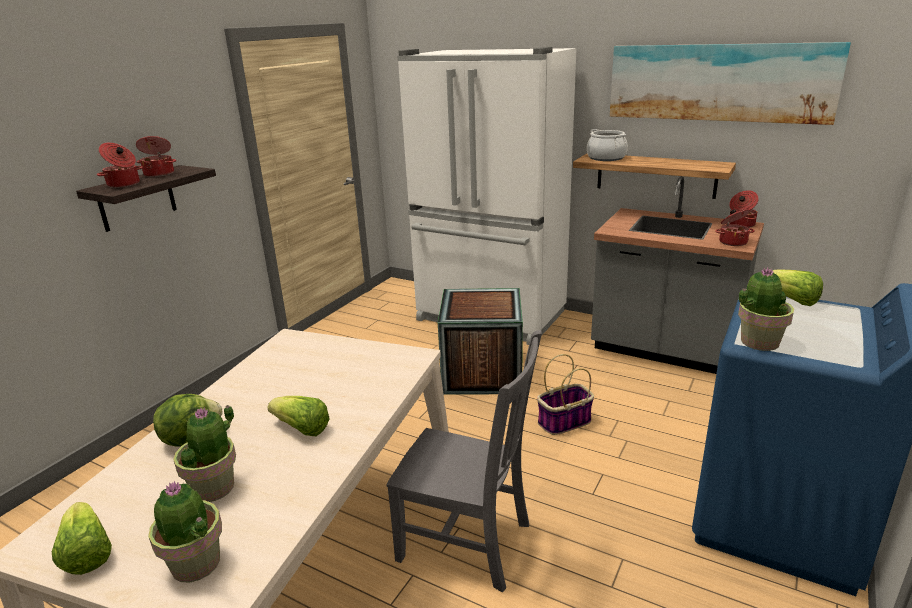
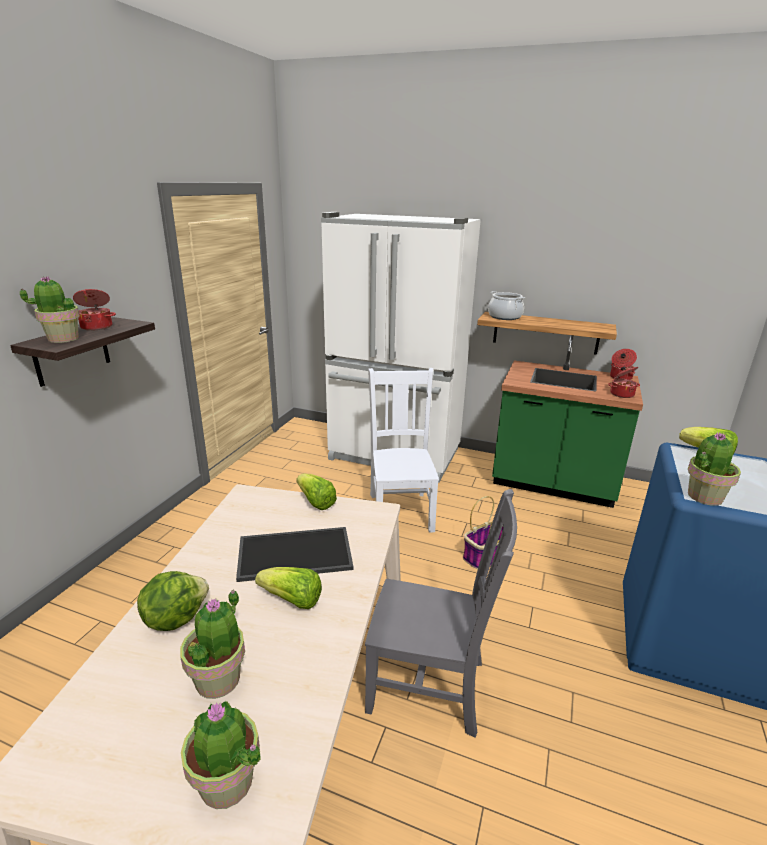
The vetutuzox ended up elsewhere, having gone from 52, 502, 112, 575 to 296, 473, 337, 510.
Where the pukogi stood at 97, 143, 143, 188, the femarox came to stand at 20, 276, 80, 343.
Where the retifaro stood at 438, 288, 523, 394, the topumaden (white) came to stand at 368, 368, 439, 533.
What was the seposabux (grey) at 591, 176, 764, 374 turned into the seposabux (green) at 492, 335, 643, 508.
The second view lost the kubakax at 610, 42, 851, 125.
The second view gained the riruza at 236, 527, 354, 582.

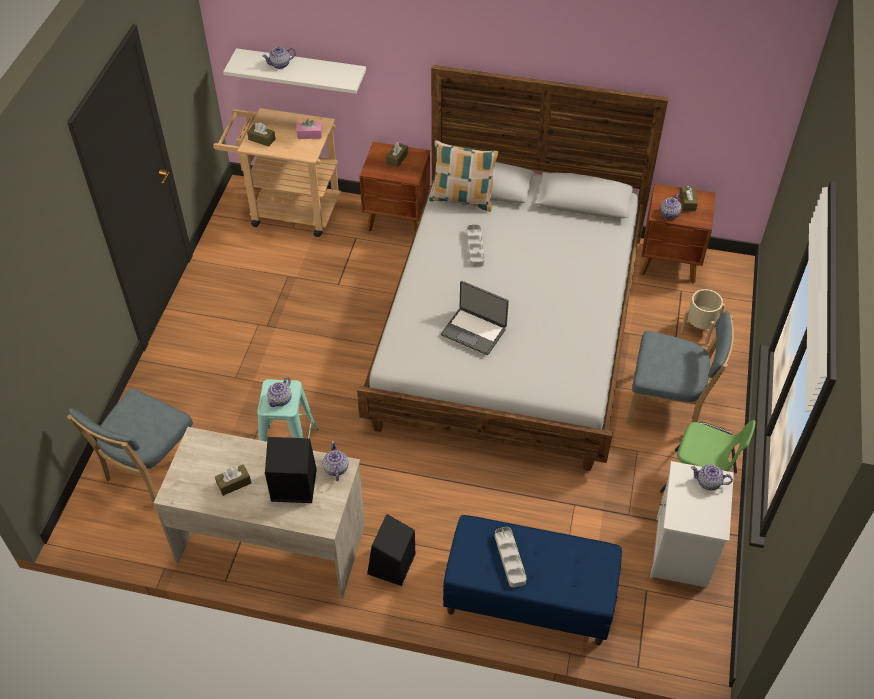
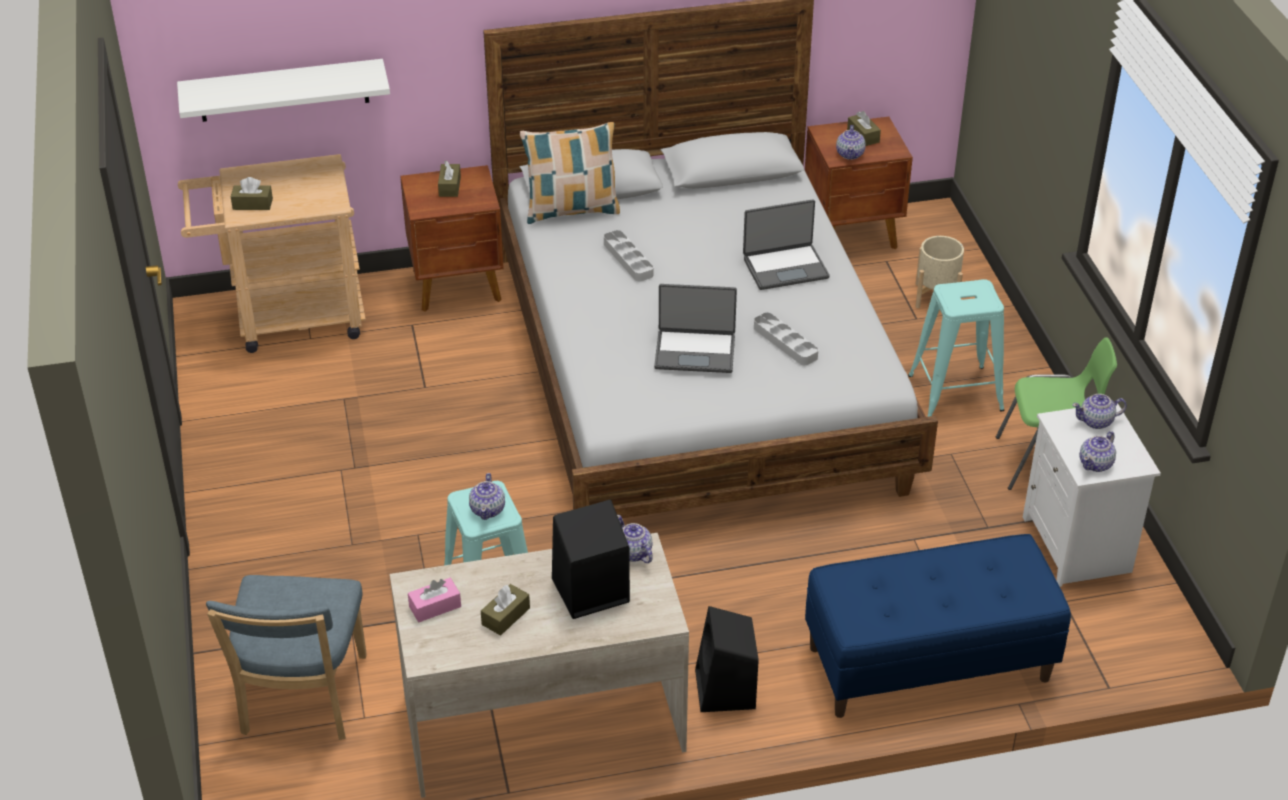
The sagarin ended up elsewhere, having gone from 262, 47, 296, 69 to 1079, 431, 1116, 472.
The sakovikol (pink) ended up elsewhere, having gone from 297, 119, 322, 139 to 408, 578, 461, 622.
The riruza (grey) ended up elsewhere, having gone from 495, 527, 527, 587 to 754, 312, 818, 365.
Where the topumaden (blue) stood at 626, 311, 734, 424, the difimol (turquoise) came to stand at 908, 279, 1004, 417.
The second view gained the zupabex at 743, 199, 830, 290.

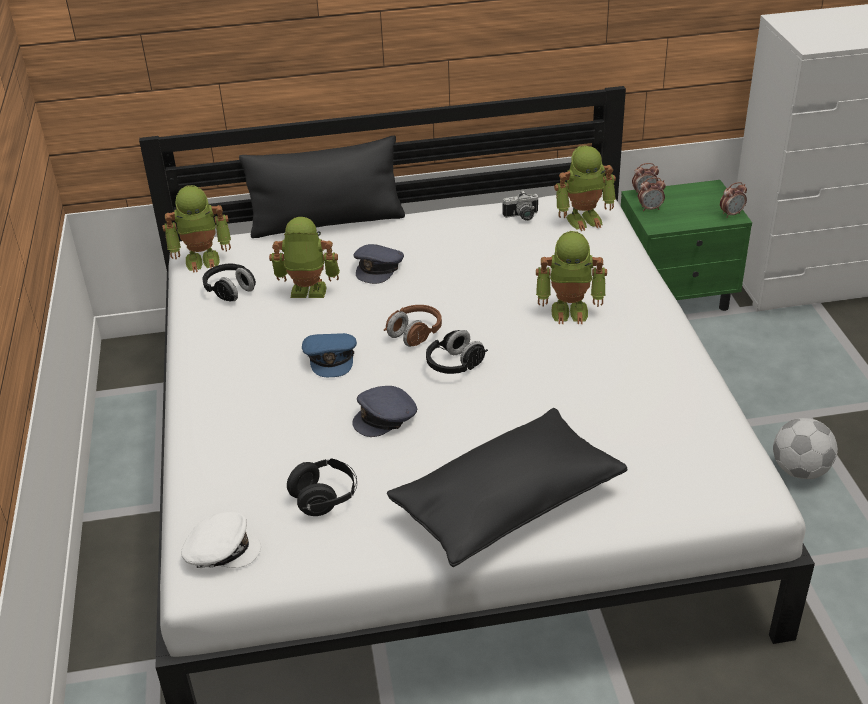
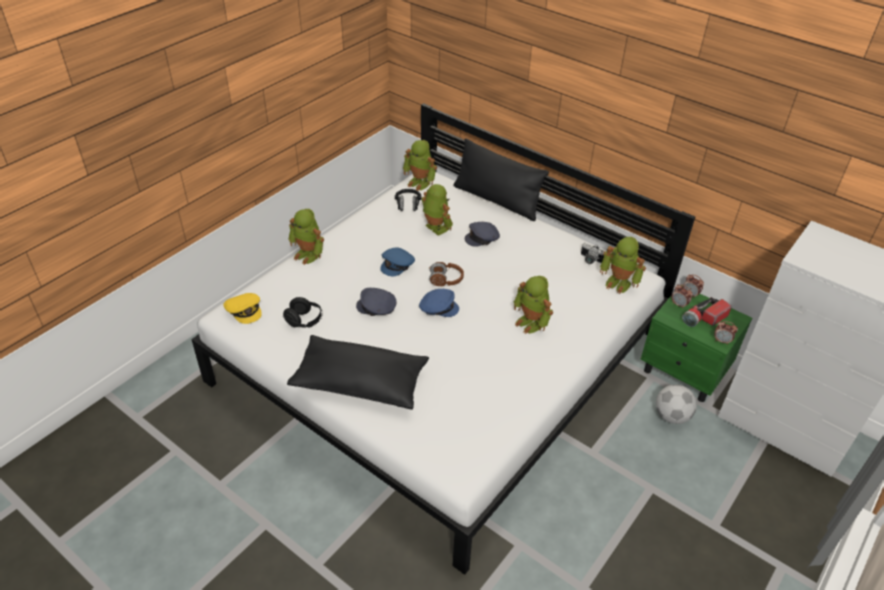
What was the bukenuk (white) at 181, 512, 261, 568 turned into the bukenuk (yellow) at 223, 293, 262, 324.
Where the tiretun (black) stood at 426, 330, 488, 374, the bukenuk (blue) came to stand at 419, 289, 459, 317.
The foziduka ended up elsewhere, having gone from 773, 418, 838, 479 to 656, 384, 697, 424.
The second view gained the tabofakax at 288, 209, 324, 265.
The second view gained the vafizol at 682, 297, 732, 327.

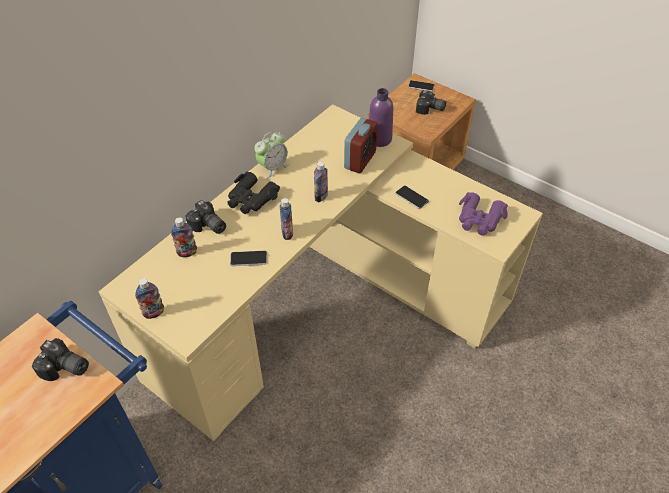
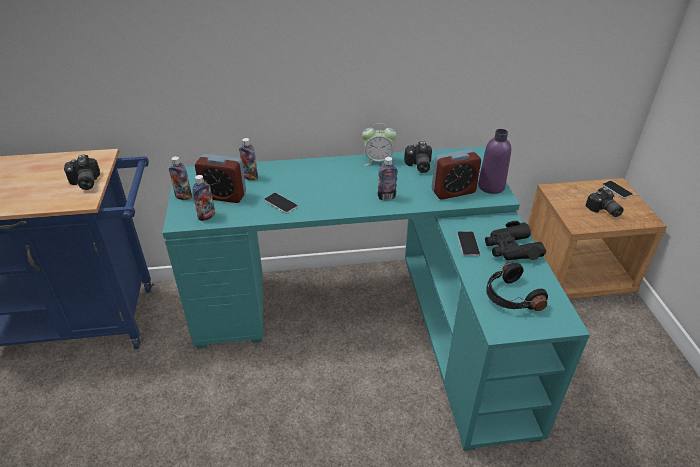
What was the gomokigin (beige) at 99, 104, 543, 441 turned into the gomokigin (turquoise) at 162, 146, 590, 451.
The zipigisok ended up elsewhere, having gone from 185, 200, 226, 234 to 404, 141, 432, 173.
The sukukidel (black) ended up elsewhere, having gone from 227, 171, 280, 214 to 485, 221, 546, 260.
The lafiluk ended up elsewhere, having gone from 280, 198, 293, 240 to 192, 175, 215, 221.
Where the sukukidel (purple) stood at 459, 192, 508, 236, the tiretun (black) came to stand at 486, 262, 548, 311.
The second view gained the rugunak at 195, 154, 246, 203.

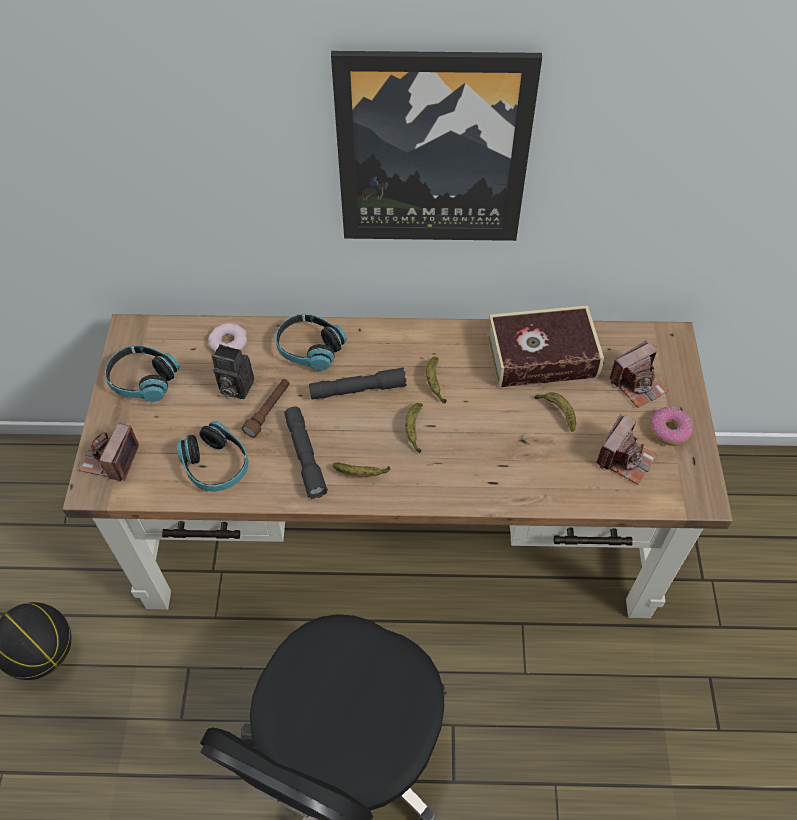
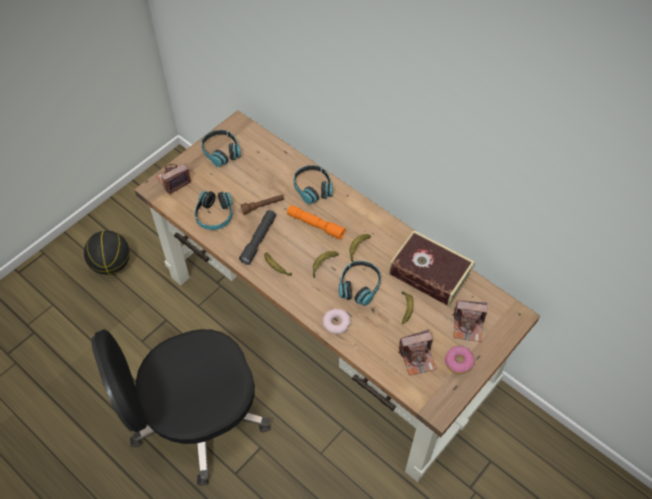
The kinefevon ended up elsewhere, having gone from 208, 323, 247, 352 to 322, 309, 351, 334.
The second view lost the zipigisok at 212, 344, 254, 399.
What was the vafizol (grey) at 309, 367, 407, 400 turned into the vafizol (orange) at 287, 205, 346, 240.
The second view lost the kubakax at 331, 51, 542, 241.
The second view gained the tiretun at 339, 261, 381, 306.

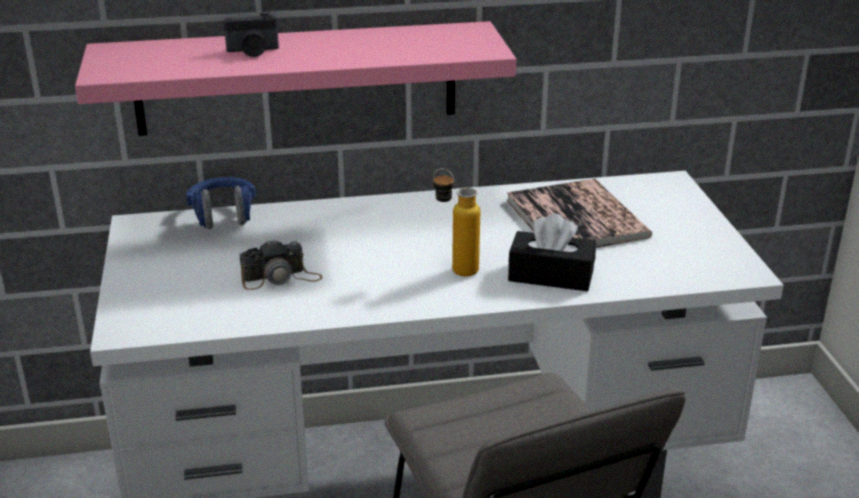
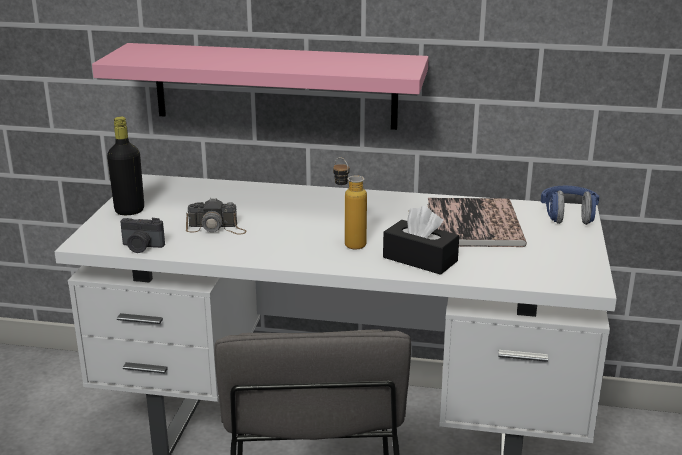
The tiretun (blue) ended up elsewhere, having gone from 186, 177, 256, 229 to 541, 186, 599, 225.
The zipigisok ended up elsewhere, having gone from 224, 13, 279, 57 to 120, 218, 165, 253.
The second view gained the lafiluk (black) at 107, 117, 144, 215.

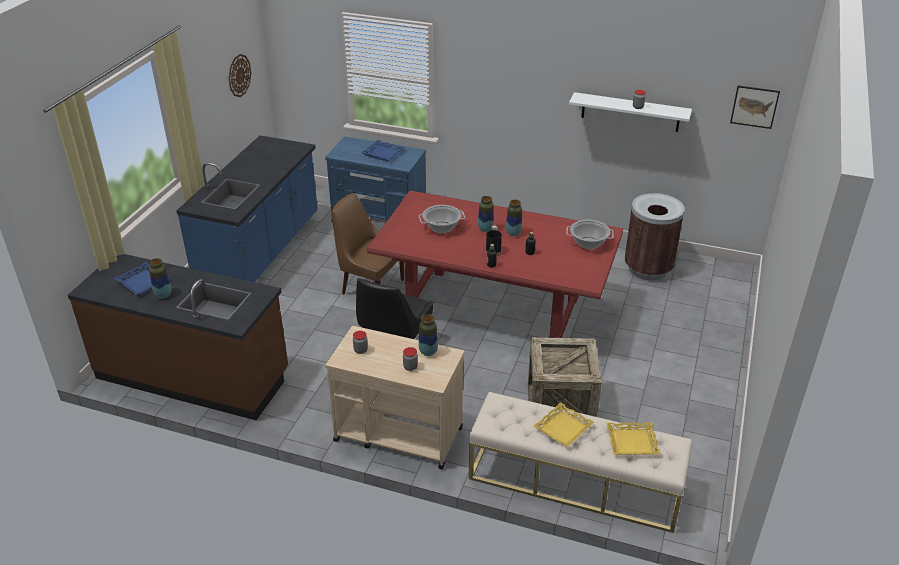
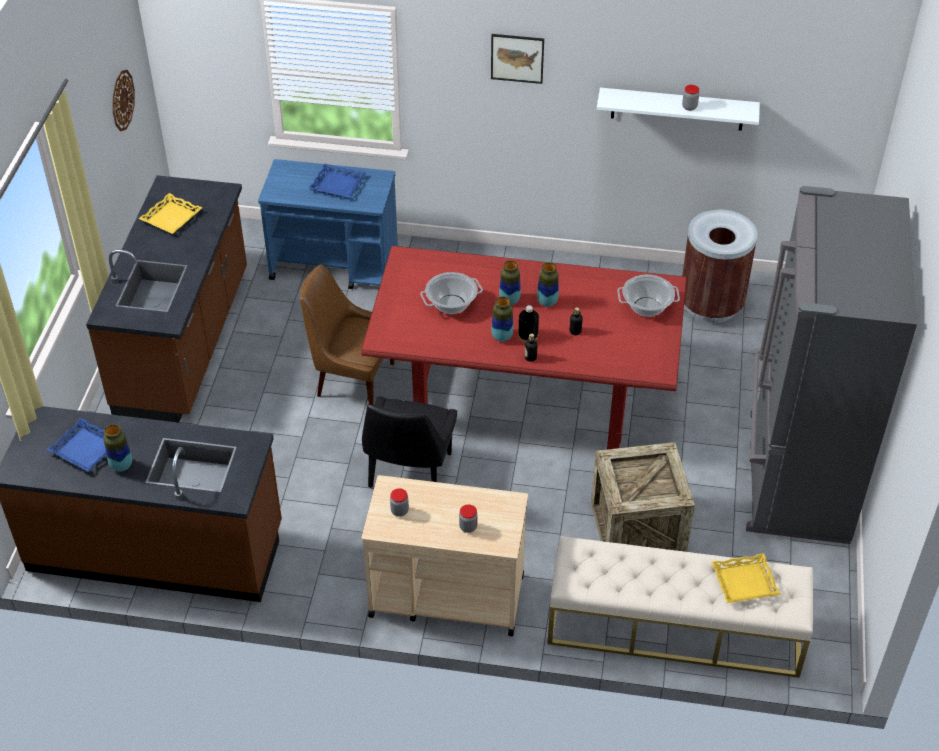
What was the seposabux (blue) at 176, 135, 318, 282 turned into the seposabux (brown) at 86, 175, 247, 423.
The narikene ended up elsewhere, having gone from 419, 314, 438, 356 to 491, 297, 513, 342.
The riruza (yellow) ended up elsewhere, having gone from 533, 402, 594, 447 to 139, 193, 202, 234.
The kubakax ended up elsewhere, having gone from 730, 85, 780, 129 to 491, 34, 544, 84.
The second view gained the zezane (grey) at 746, 186, 917, 544.

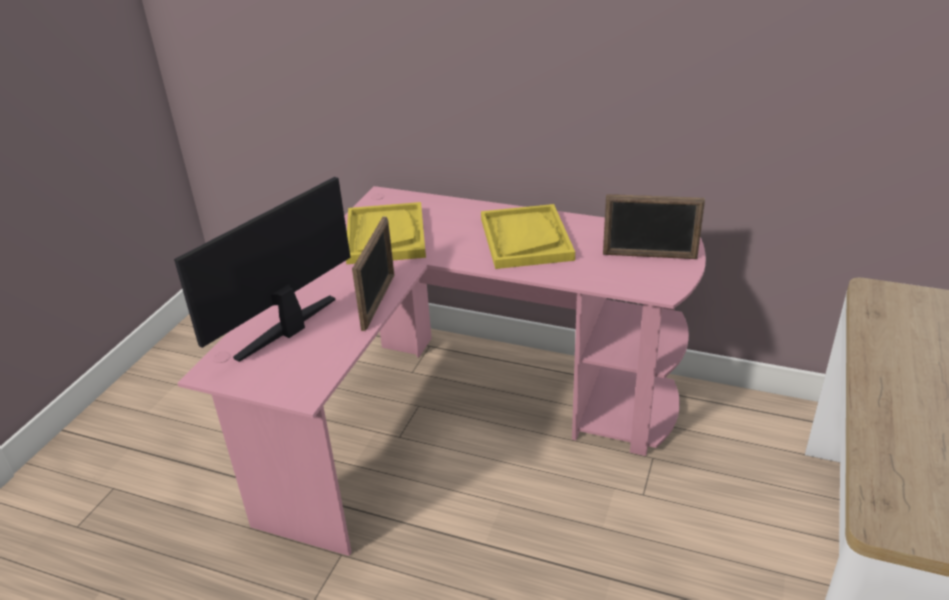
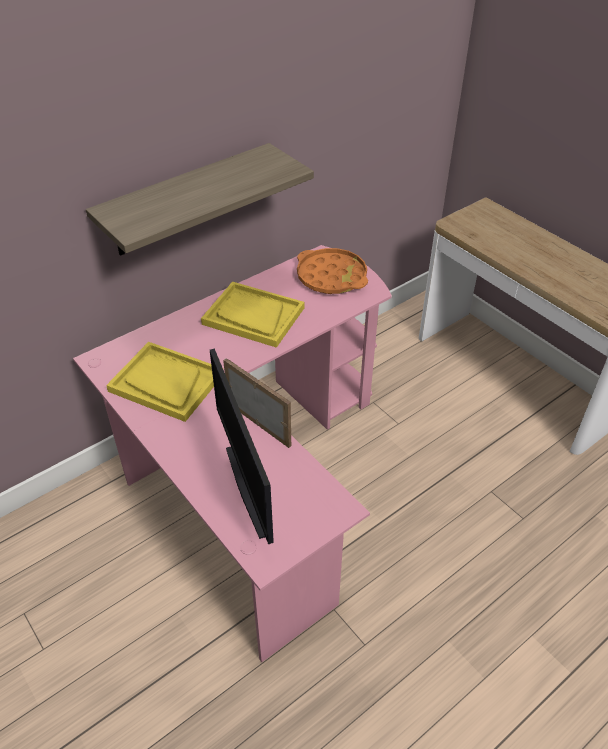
Where the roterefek stood at 603, 194, 705, 259, the riruza (orange) came to stand at 297, 248, 368, 294.
The second view gained the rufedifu at 86, 143, 314, 256.

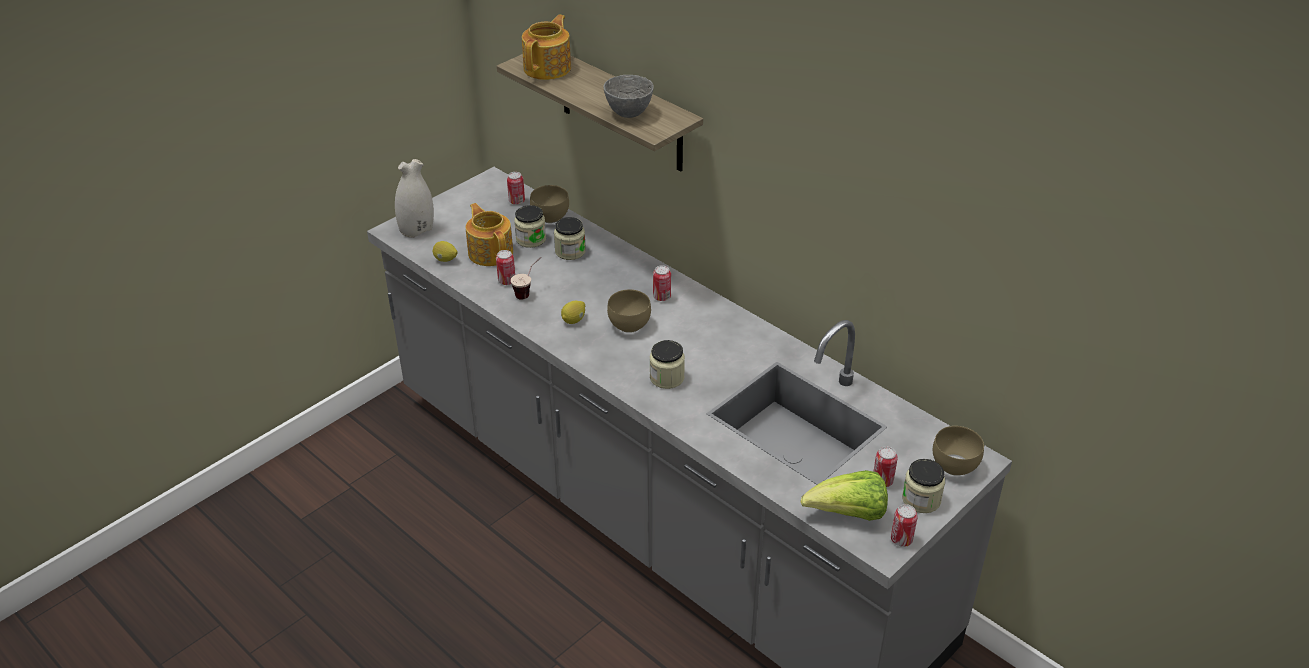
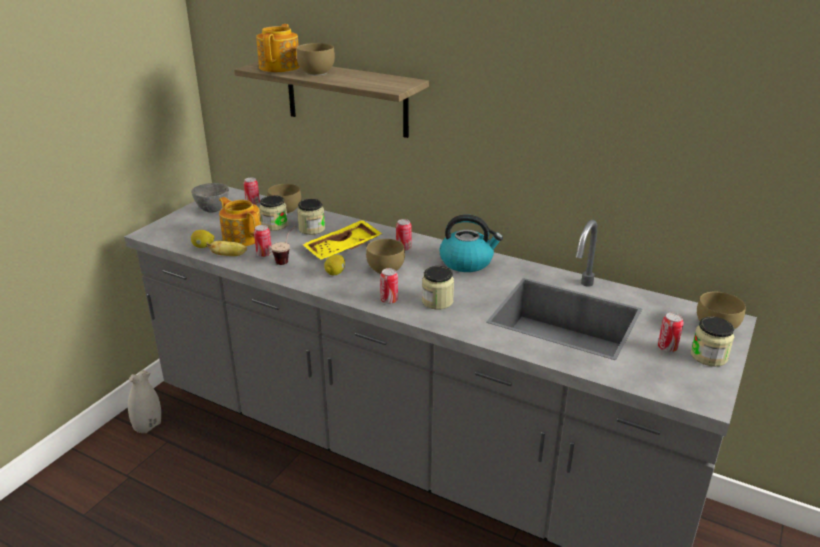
The narikene (white) ended up elsewhere, having gone from 395, 159, 434, 238 to 128, 370, 161, 433.
The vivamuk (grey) ended up elsewhere, having gone from 603, 75, 654, 118 to 191, 183, 229, 213.
The second view lost the vetutuzox at 801, 470, 888, 521.
The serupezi ended up elsewhere, having gone from 891, 504, 918, 547 to 380, 268, 398, 304.
The second view gained the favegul at 206, 241, 247, 256.
The second view gained the vivamuk (brown) at 296, 43, 335, 76.
The second view gained the riruza (yellow) at 302, 220, 382, 260.
The second view gained the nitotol at 440, 214, 503, 272.

